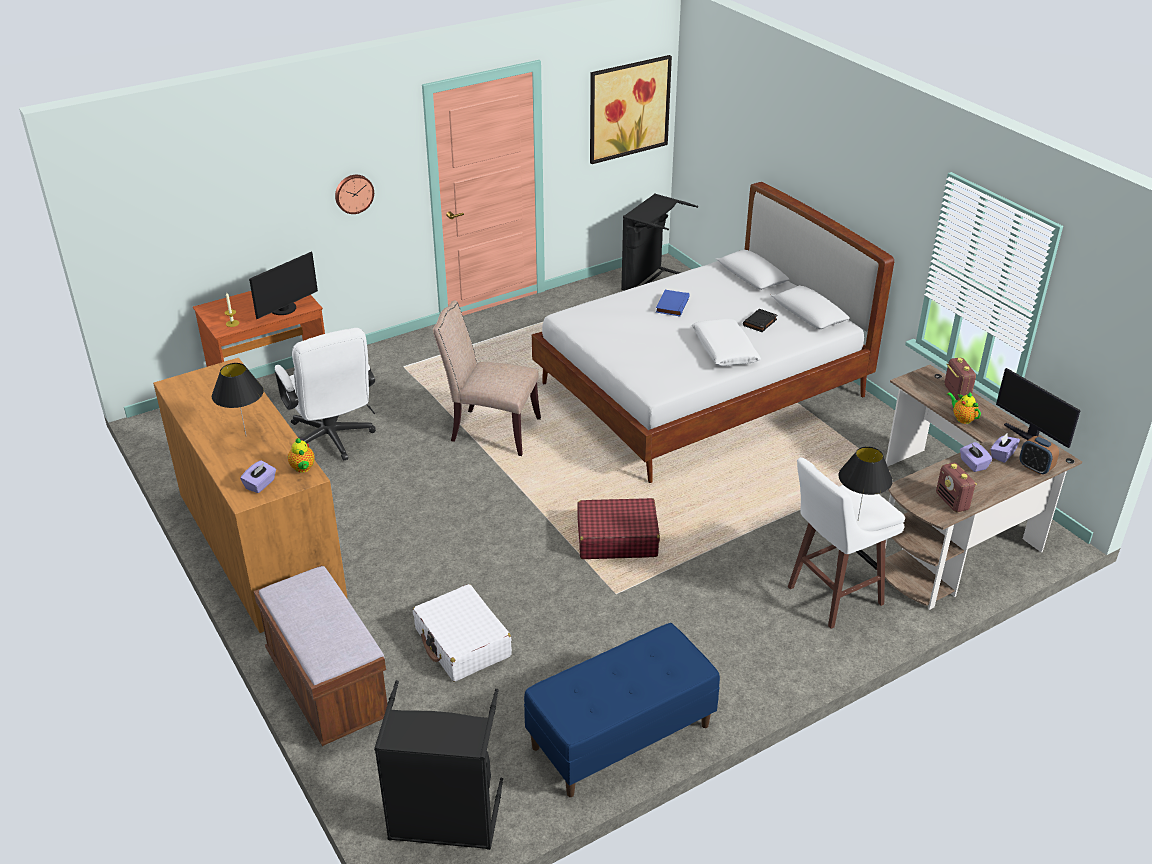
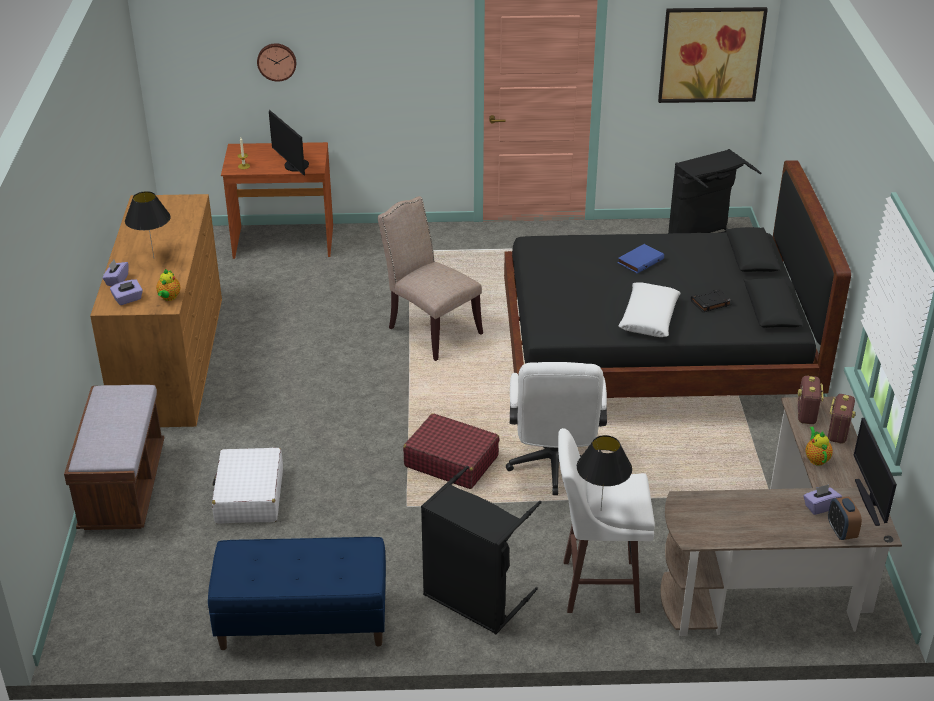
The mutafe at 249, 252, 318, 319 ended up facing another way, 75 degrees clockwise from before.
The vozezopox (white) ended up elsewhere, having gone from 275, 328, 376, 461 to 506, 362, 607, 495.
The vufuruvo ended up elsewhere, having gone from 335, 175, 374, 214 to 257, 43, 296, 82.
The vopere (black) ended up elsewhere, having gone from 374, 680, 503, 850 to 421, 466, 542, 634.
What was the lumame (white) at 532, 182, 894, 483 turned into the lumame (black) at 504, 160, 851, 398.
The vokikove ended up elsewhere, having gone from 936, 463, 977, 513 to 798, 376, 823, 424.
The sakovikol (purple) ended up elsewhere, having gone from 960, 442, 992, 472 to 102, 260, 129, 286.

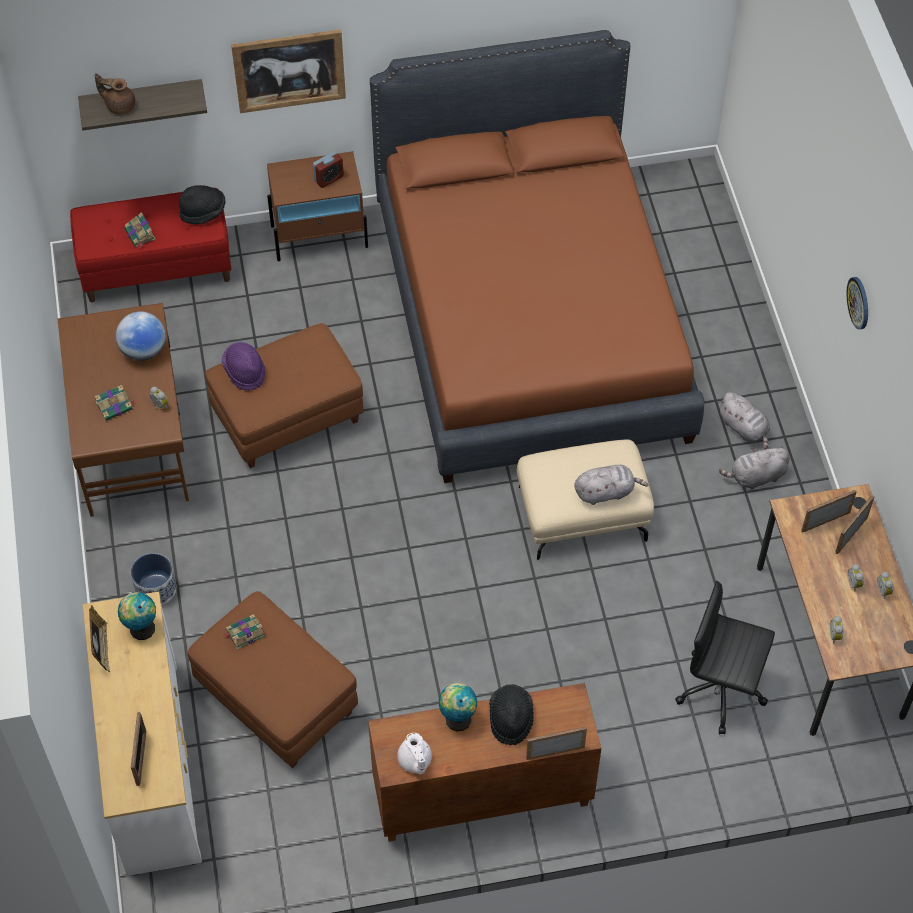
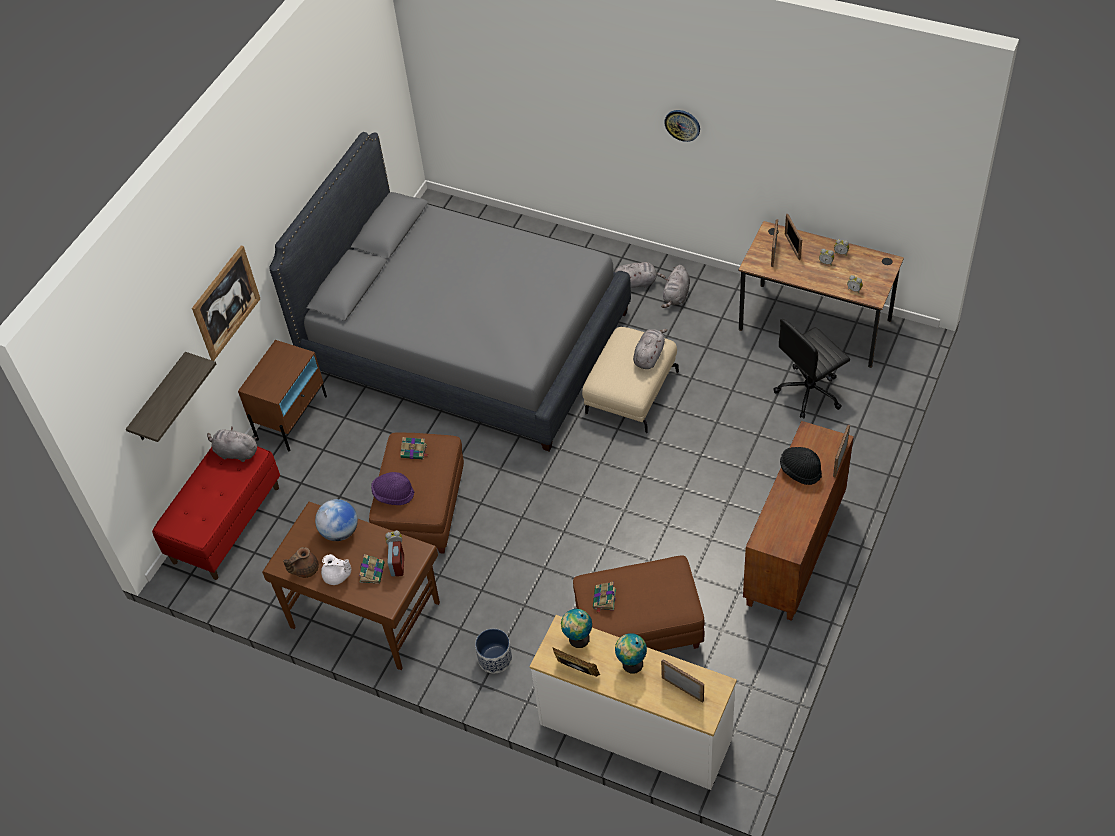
The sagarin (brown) ended up elsewhere, having gone from 94, 73, 136, 115 to 283, 547, 319, 578.
The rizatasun ended up elsewhere, having gone from 124, 212, 156, 248 to 400, 437, 429, 459.
Where the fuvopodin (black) stood at 179, 185, 225, 225, the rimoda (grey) came to stand at 207, 427, 257, 462.
The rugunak ended up elsewhere, having gone from 313, 151, 344, 188 to 388, 541, 404, 577.
What was the lumame (brown) at 370, 30, 704, 483 turned into the lumame (grey) at 269, 132, 631, 451.
The sagarin (white) ended up elsewhere, having gone from 397, 733, 432, 774 to 321, 554, 351, 585.
The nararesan ended up elsewhere, having gone from 439, 683, 477, 731 to 615, 633, 647, 674.

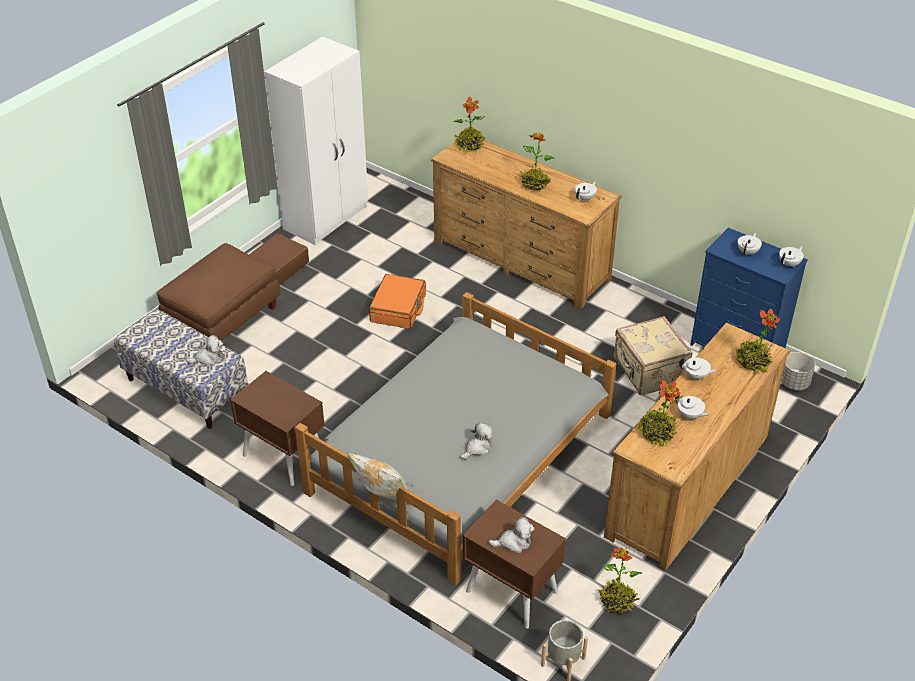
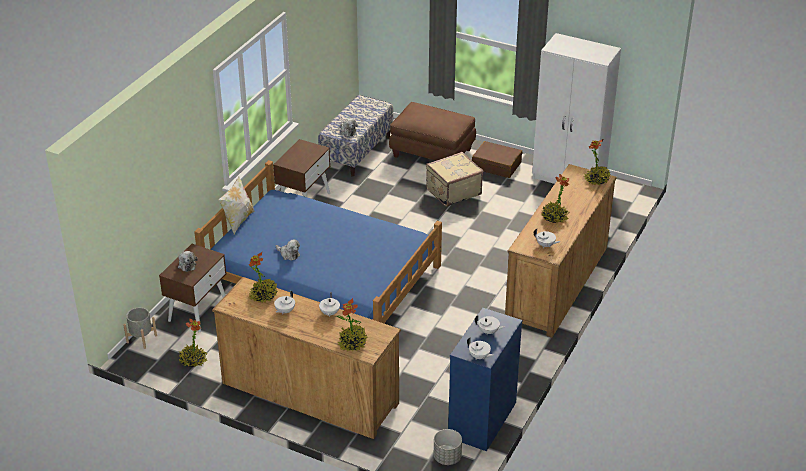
What was the lumame (grey) at 295, 292, 616, 585 turned into the lumame (blue) at 194, 160, 442, 323.
The second view lost the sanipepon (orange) at 369, 274, 426, 329.
The sanipepon (beige) ended up elsewhere, having gone from 614, 316, 692, 395 to 426, 152, 483, 207.

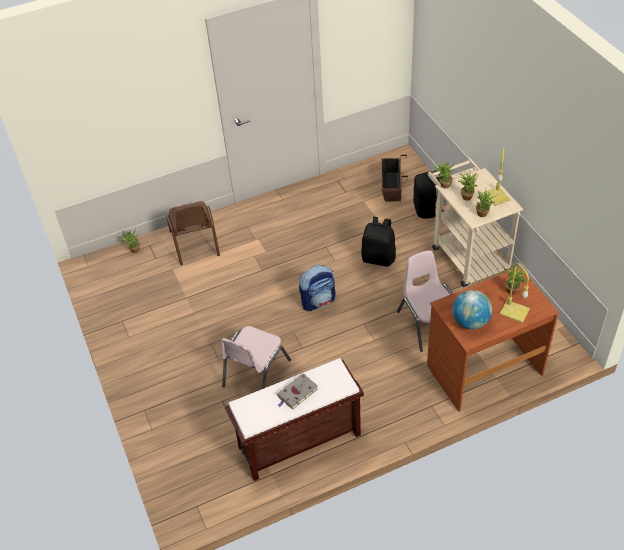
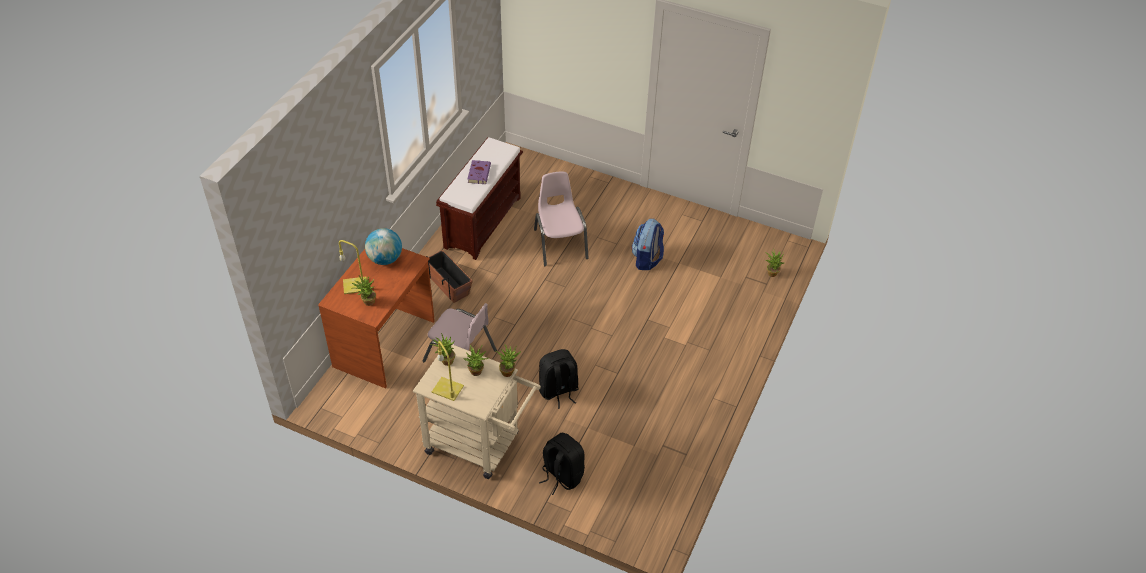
The second view lost the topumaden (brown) at 166, 201, 220, 265.
What was the rizatasun (grey) at 277, 373, 318, 410 turned into the rizatasun (purple) at 468, 160, 491, 184.
The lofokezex ended up elsewhere, having gone from 299, 265, 335, 311 to 631, 219, 664, 270.
The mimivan ended up elsewhere, having gone from 381, 155, 408, 201 to 426, 250, 473, 303.

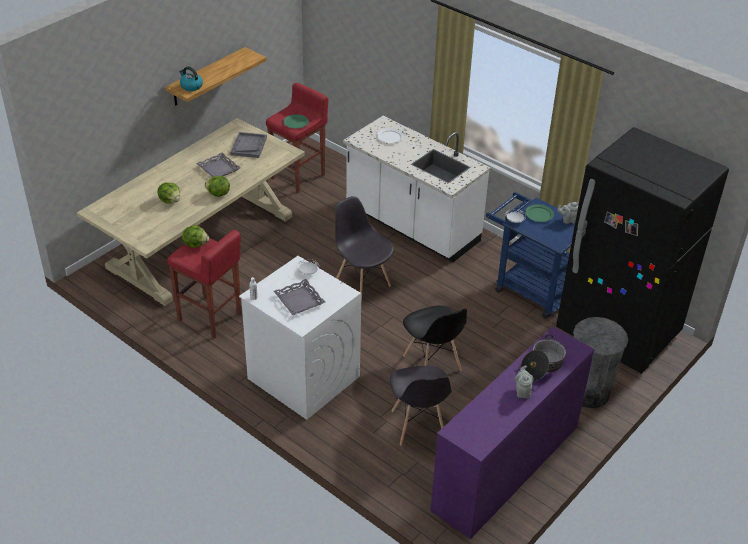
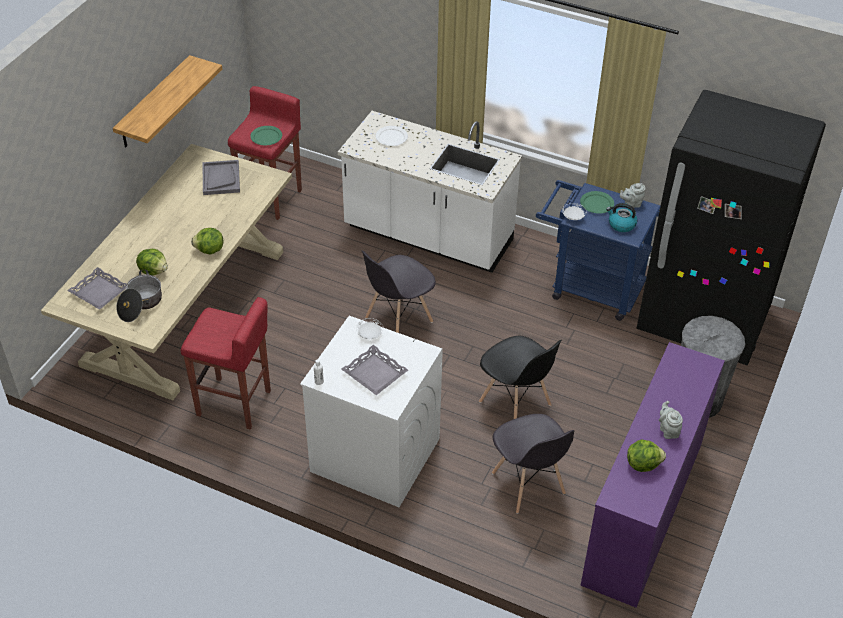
The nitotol ended up elsewhere, having gone from 179, 67, 203, 91 to 606, 203, 637, 232.
The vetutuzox ended up elsewhere, having gone from 182, 225, 209, 248 to 627, 439, 666, 472.
The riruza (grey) ended up elsewhere, having gone from 196, 152, 241, 177 to 67, 267, 127, 310.
The topumaden (grey) at 335, 196, 394, 302 ended up facing another way, 75 degrees counterclockwise from before.
The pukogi ended up elsewhere, having gone from 521, 335, 566, 381 to 116, 270, 162, 322.

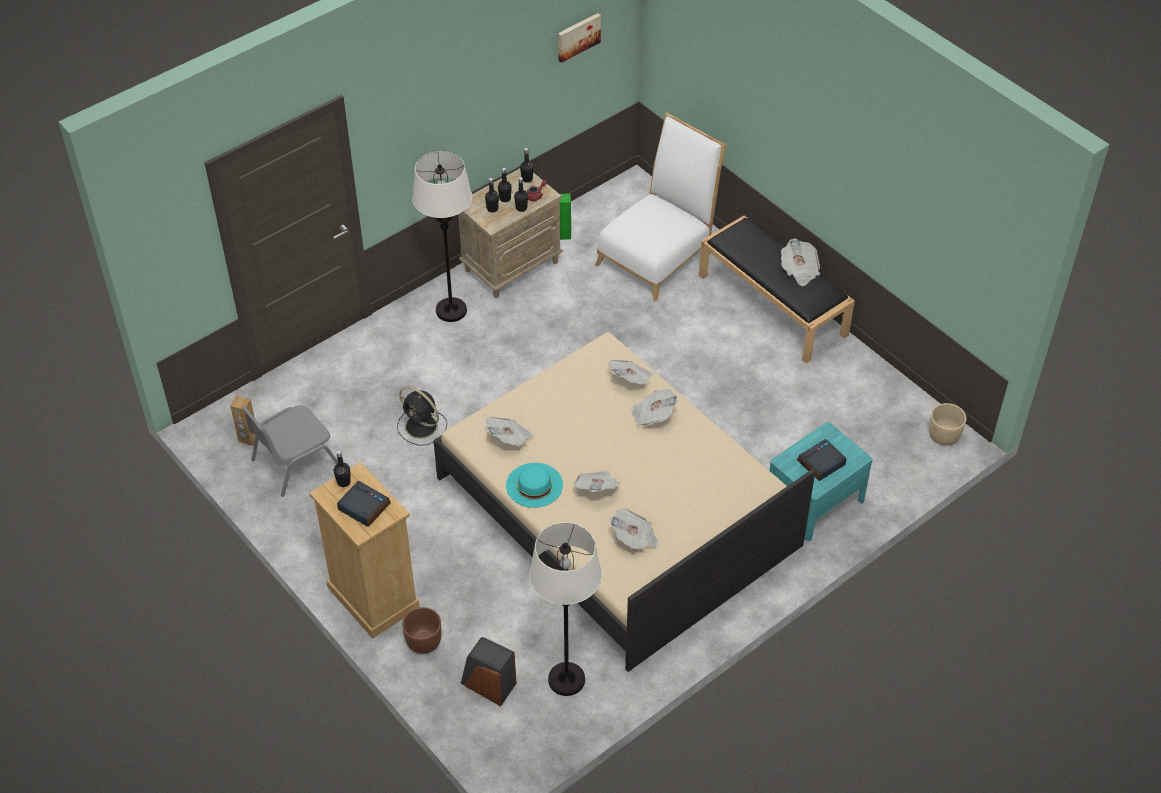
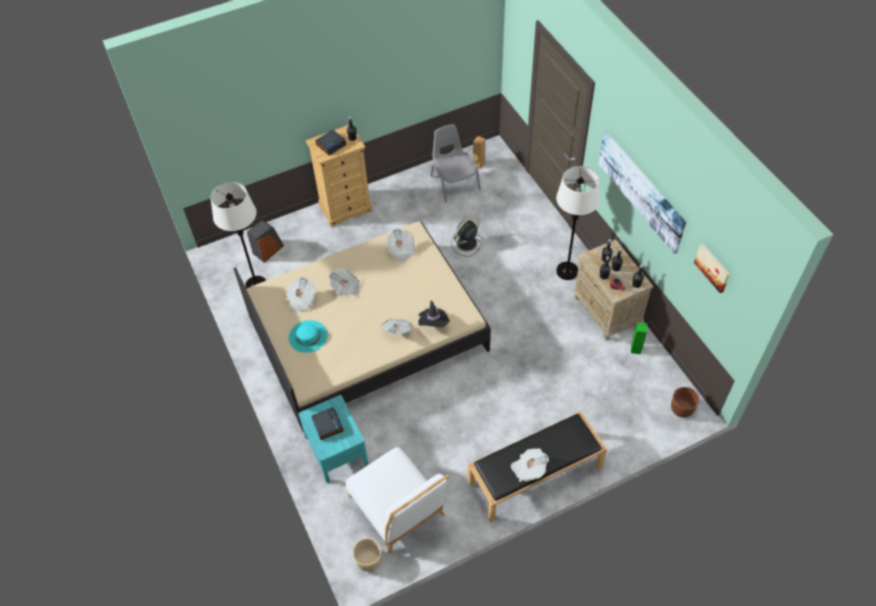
The mimivan (brown) ended up elsewhere, having gone from 402, 607, 441, 654 to 671, 387, 700, 418.
The fuvopodin (turquoise) ended up elsewhere, having gone from 506, 463, 563, 508 to 289, 320, 327, 353.
The topumaden (white) ended up elsewhere, having gone from 595, 112, 727, 301 to 345, 447, 449, 554.
Where the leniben stood at 608, 360, 653, 385, the fuvopodin (black) came to stand at 418, 301, 450, 327.
The second view gained the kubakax at 599, 131, 686, 254.

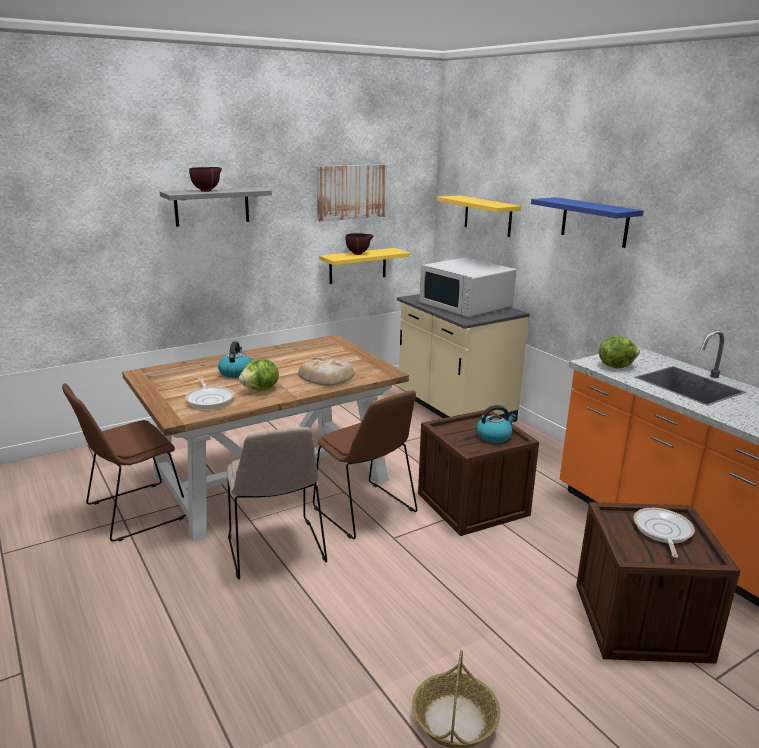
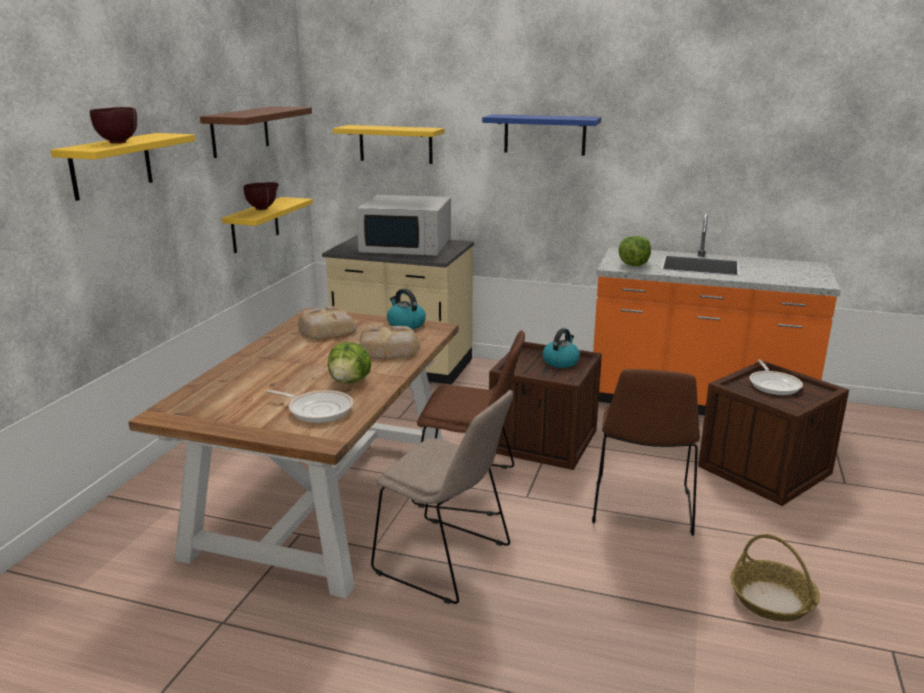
The topumaden (brown) ended up elsewhere, having gone from 62, 383, 186, 542 to 592, 369, 700, 536.
What was the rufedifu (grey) at 160, 187, 272, 227 turned into the rufedifu (yellow) at 50, 133, 195, 201.
The nitotol ended up elsewhere, having gone from 218, 341, 252, 378 to 387, 289, 426, 329.
Where the kubakax hung at 317, 164, 387, 221, the rufedifu (brown) came to hang at 200, 106, 312, 158.
The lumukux at 634, 508, 695, 558 ended up facing another way, 150 degrees counterclockwise from before.
The second view gained the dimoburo at 298, 306, 357, 339.

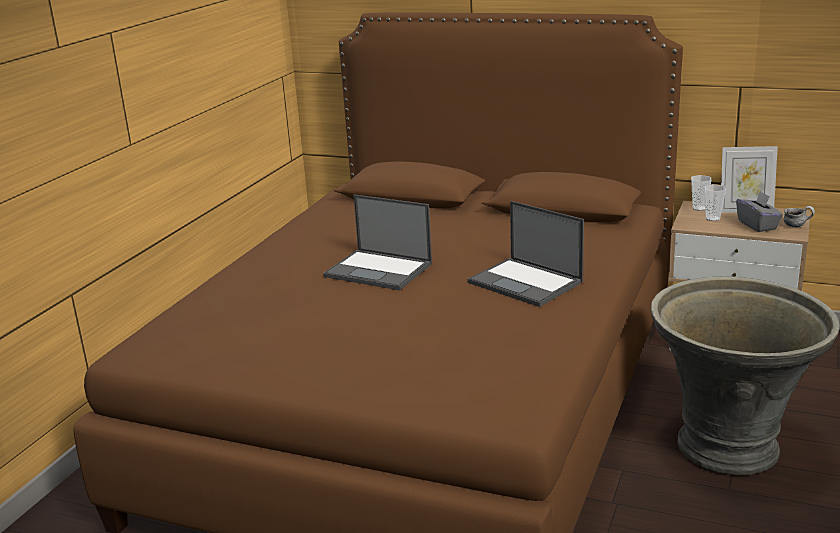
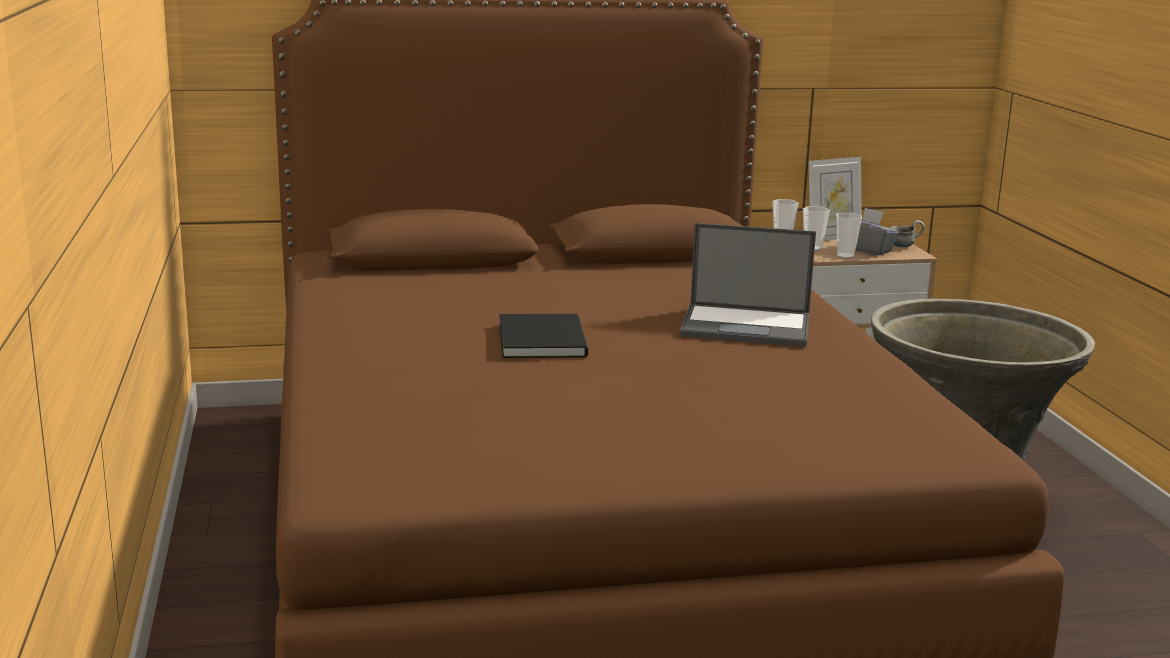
Where the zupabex stood at 323, 195, 432, 290, the rizatasun (black) came to stand at 499, 314, 588, 358.
The second view gained the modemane at 836, 213, 862, 259.

